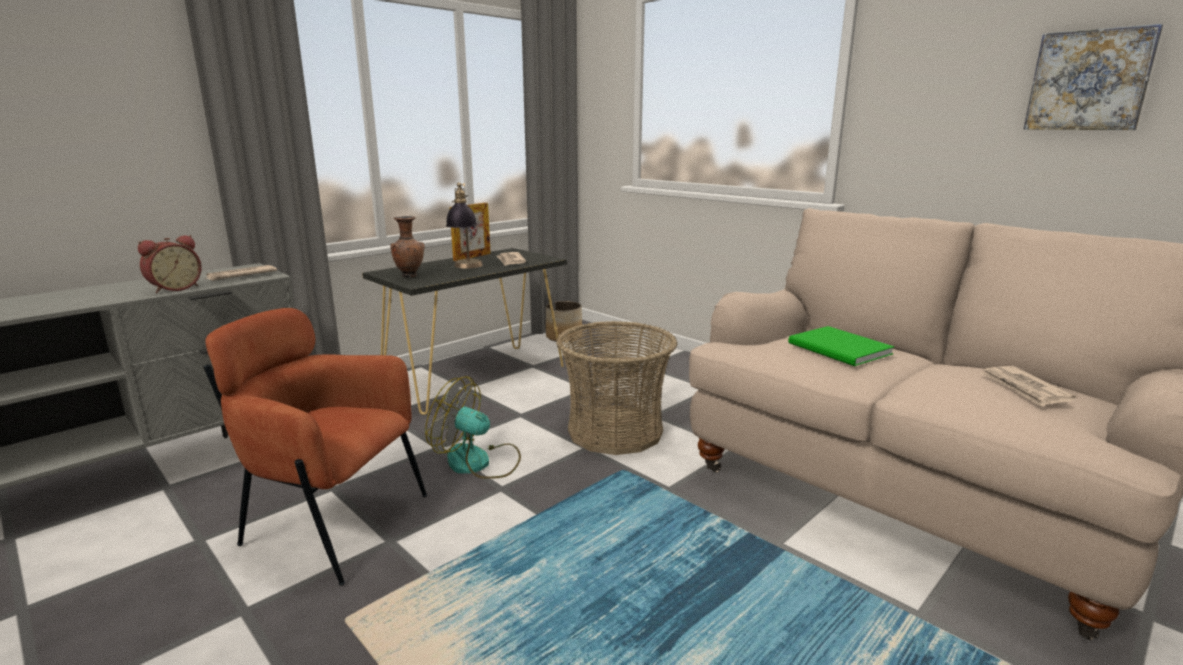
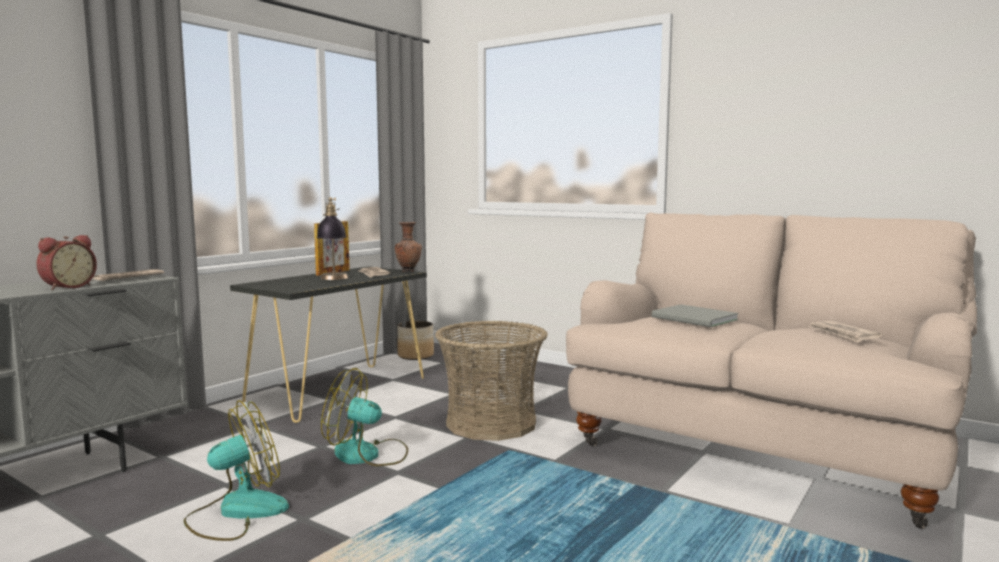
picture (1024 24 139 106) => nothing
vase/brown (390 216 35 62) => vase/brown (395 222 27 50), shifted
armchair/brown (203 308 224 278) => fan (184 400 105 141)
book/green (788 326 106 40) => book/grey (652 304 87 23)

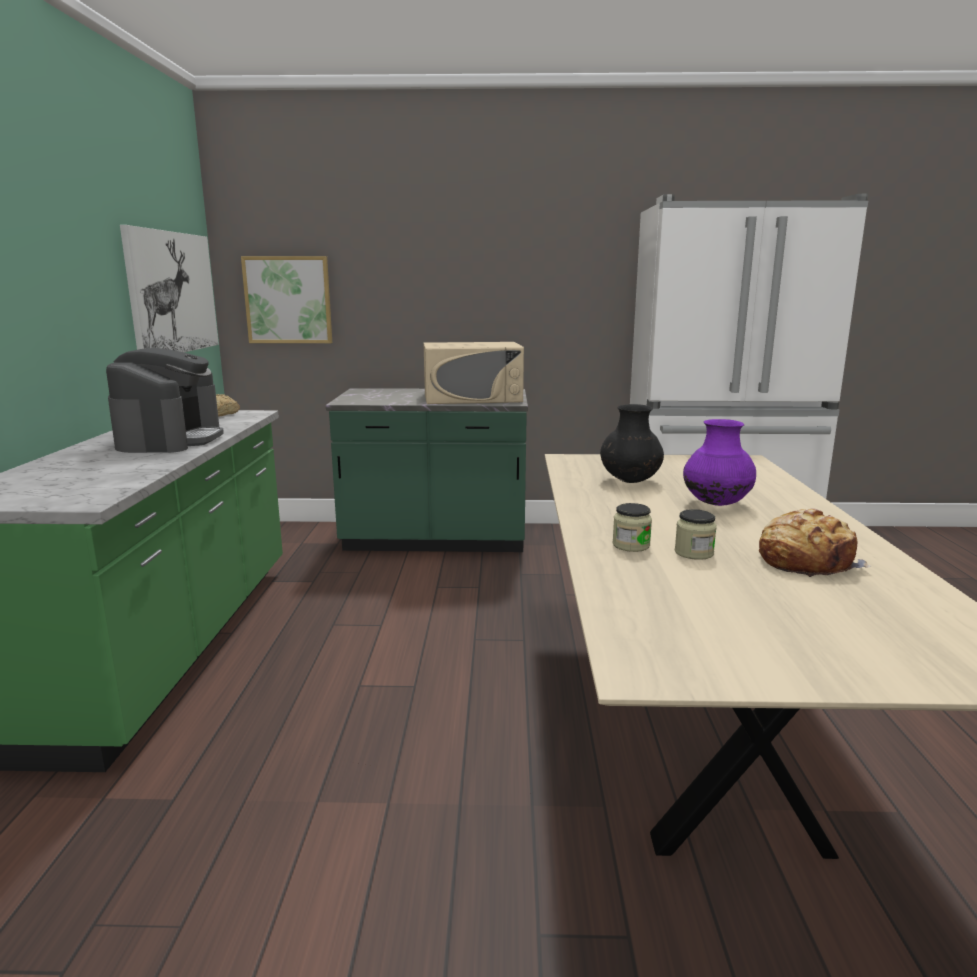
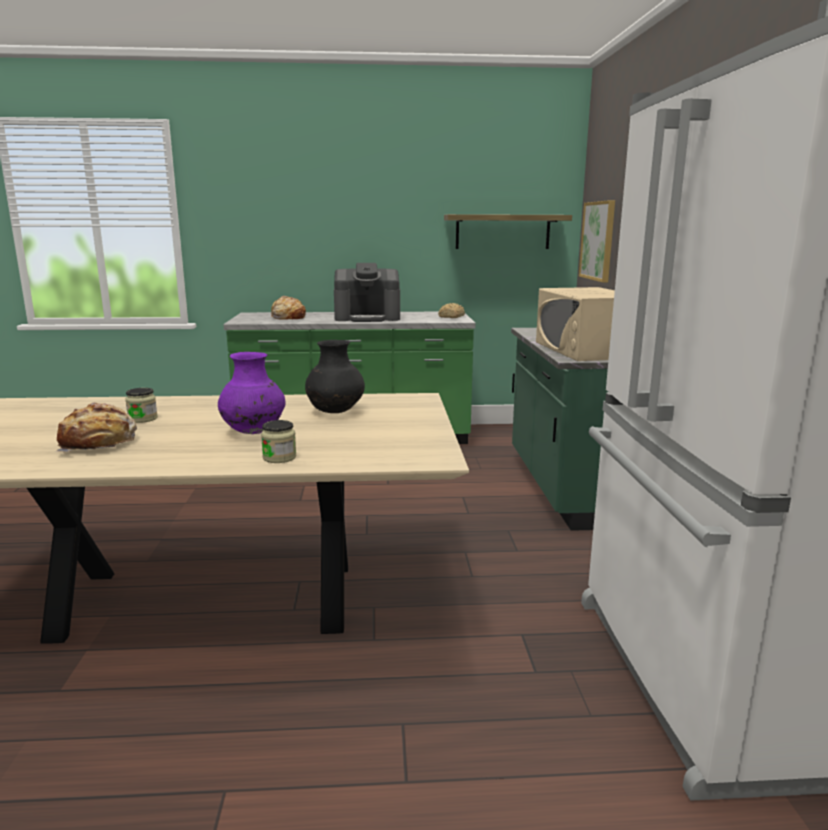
picture (120 225 99 127) => shelf (444 214 128 35)
jar (613 503 39 49) => jar (261 420 36 43), shifted
nothing => bread (271 296 35 24)

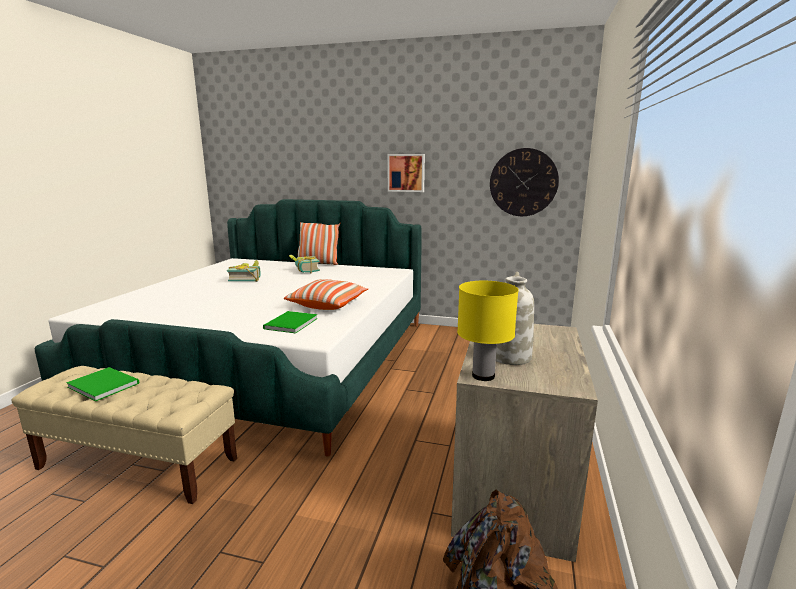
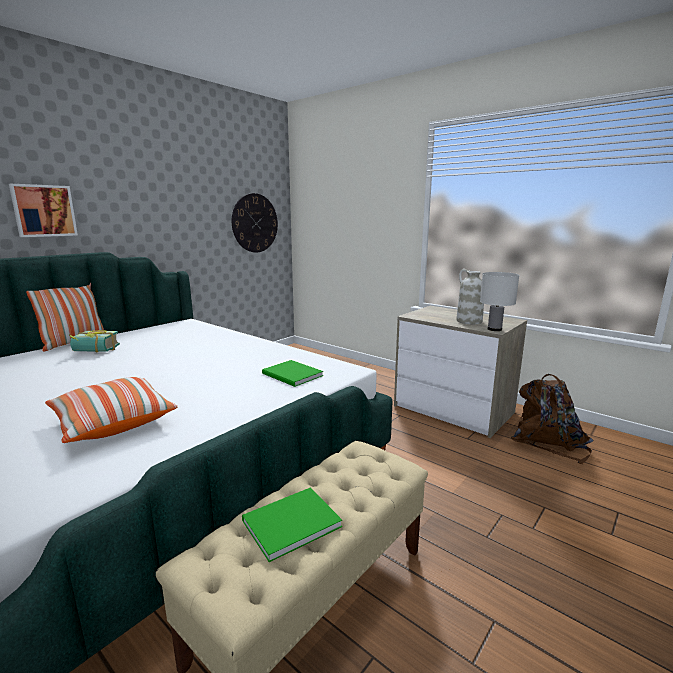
picture (387 154 38 38) => picture (9 184 69 53), shifted
book (227 260 34 22) => nothing
pillow (284 279 84 31) => pillow (45 377 132 66), shifted
table lamp/yellow (457 281 62 100) => table lamp/white (480 272 39 59)

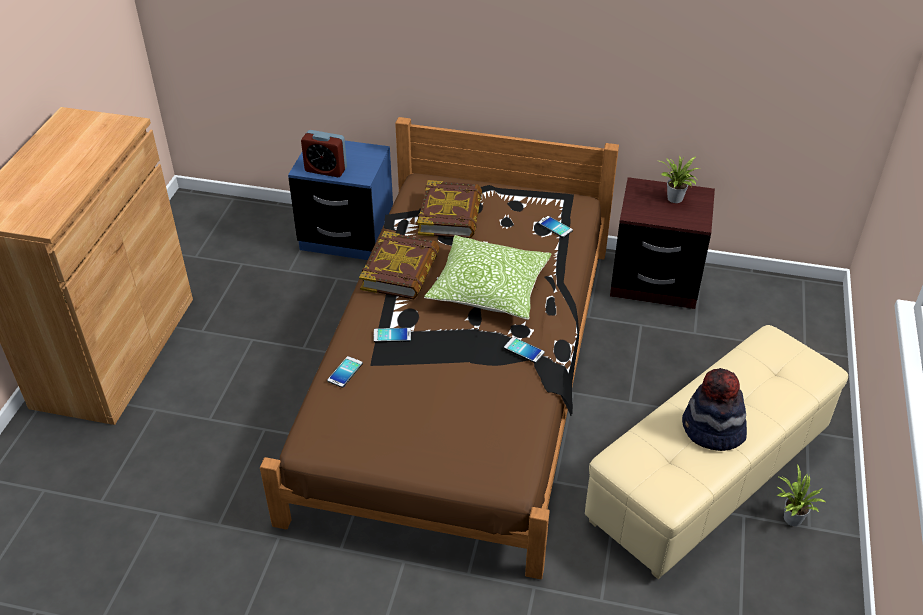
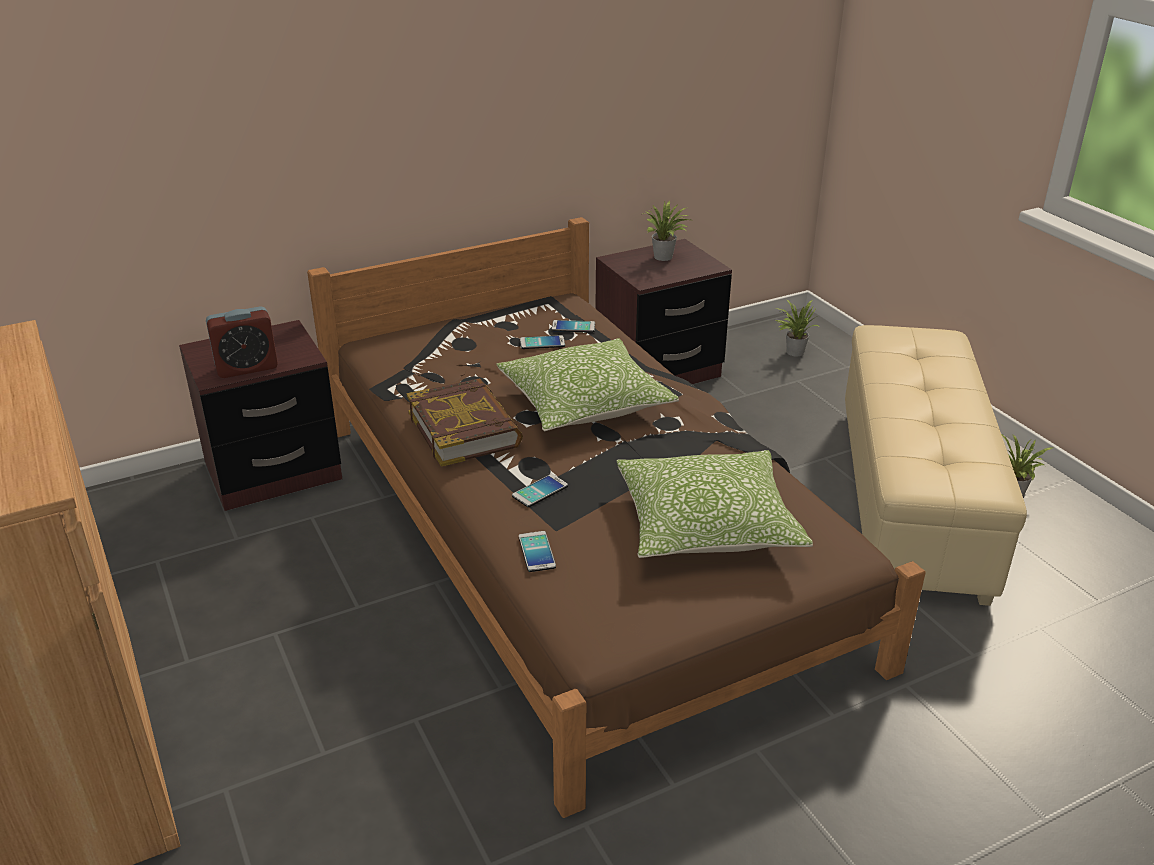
nightstand/blue (288 141 105 119) => nightstand/brown (179 320 163 191)
book (417 180 65 58) => nothing
phone (504 337 41 26) => phone (520 335 45 14), shifted
hat (682 368 65 83) => nothing
nothing => potted plant (775 300 43 56)
nothing => pillow (616 450 197 108)

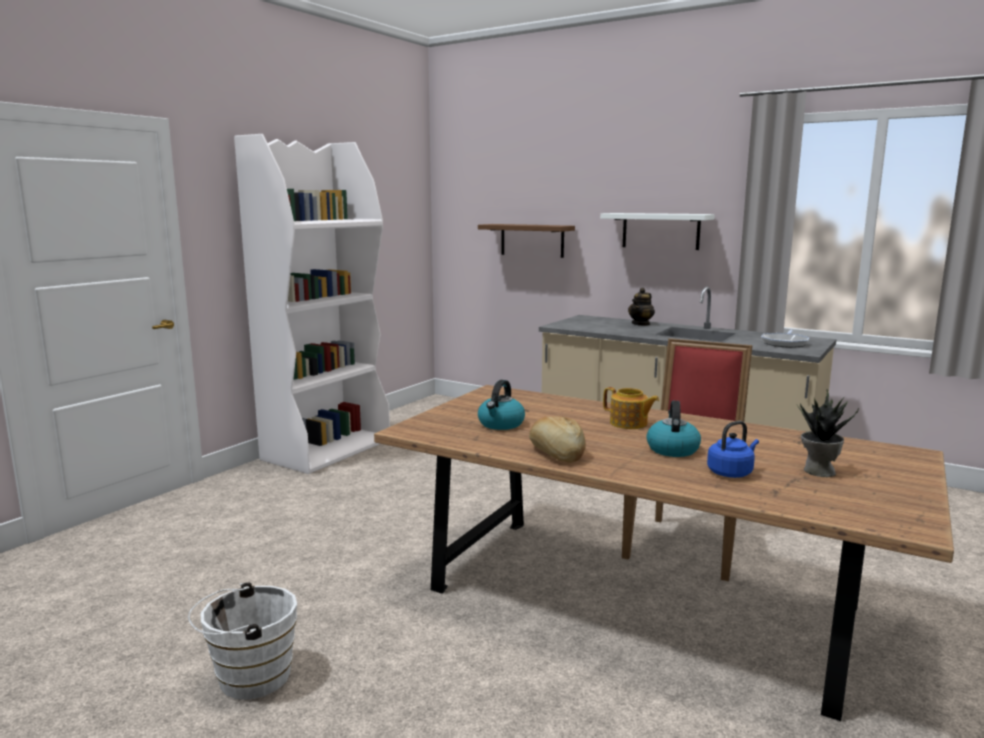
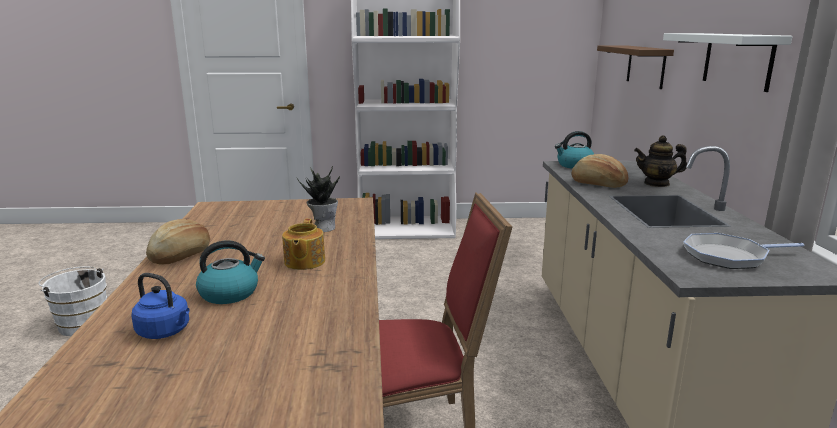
kettle (478 380 47 50) => kettle (555 131 39 38), shifted
potted plant (797 389 62 88) => potted plant (297 166 43 66), shifted
nothing => bread (571 154 57 34)

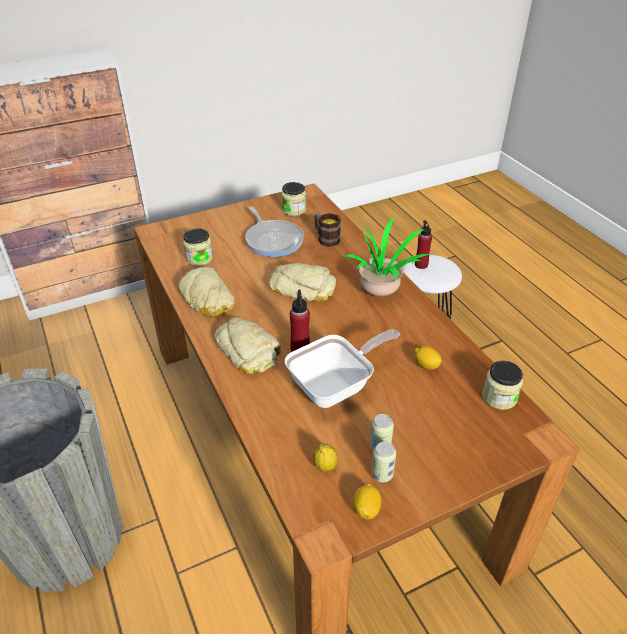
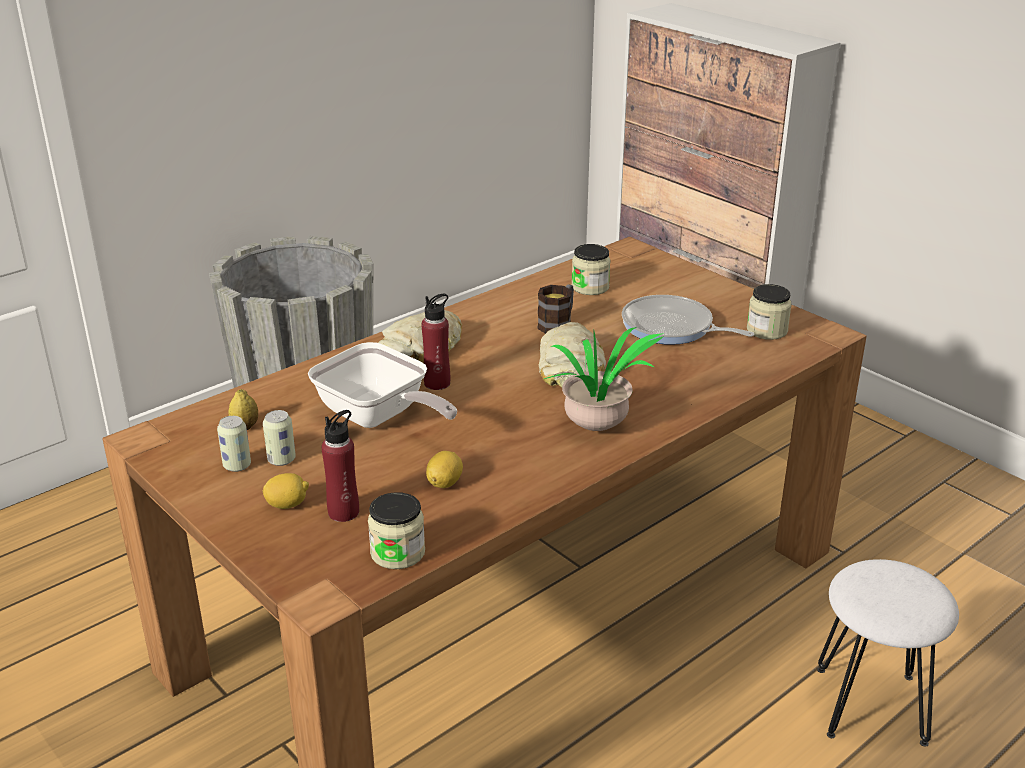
frying pan (245 206 59 51) => frying pan (622 295 132 50), 75 degrees clockwise
mug (315 213 26 34) => mug (537 285 37 49), shifted
bottle/red (415 220 17 49) => bottle/red (321 410 38 112), shifted
bread (178 267 56 50) => nothing
lemon (354 483 27 36) => lemon (263 473 46 36), shifted

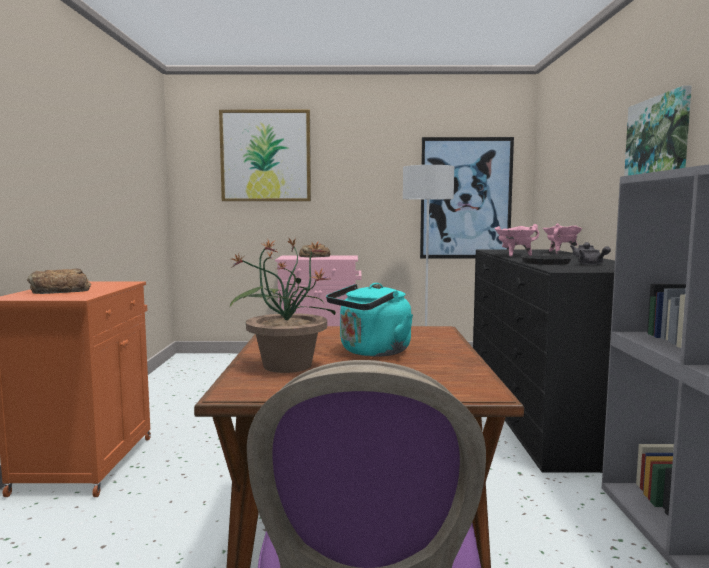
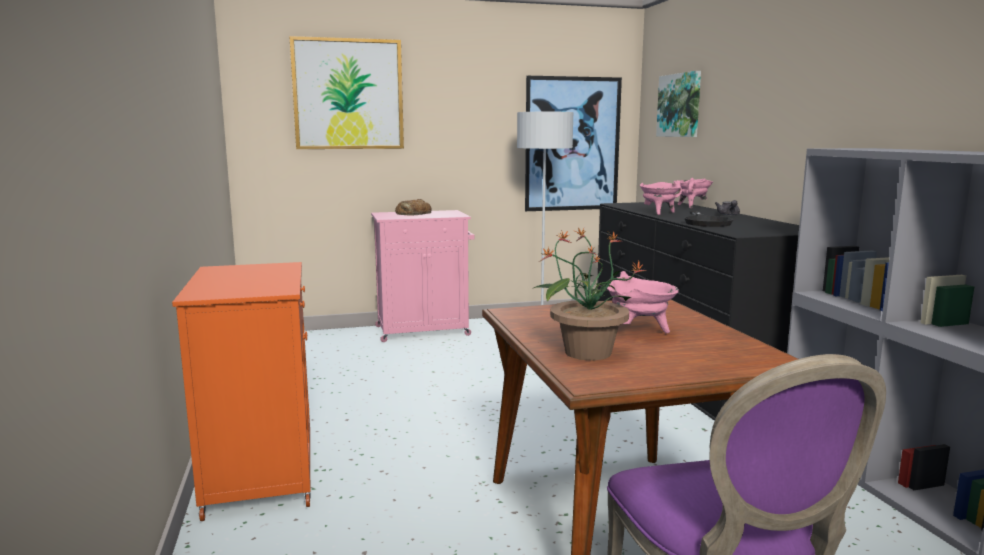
picture (624 85 68 91) => picture (656 71 45 66), shifted
teapot/grey (578 246 33 19) => nothing
bread (27 269 64 25) => nothing
kettle/turquoise (326 283 87 74) => cooking pot/pink (607 271 72 62)

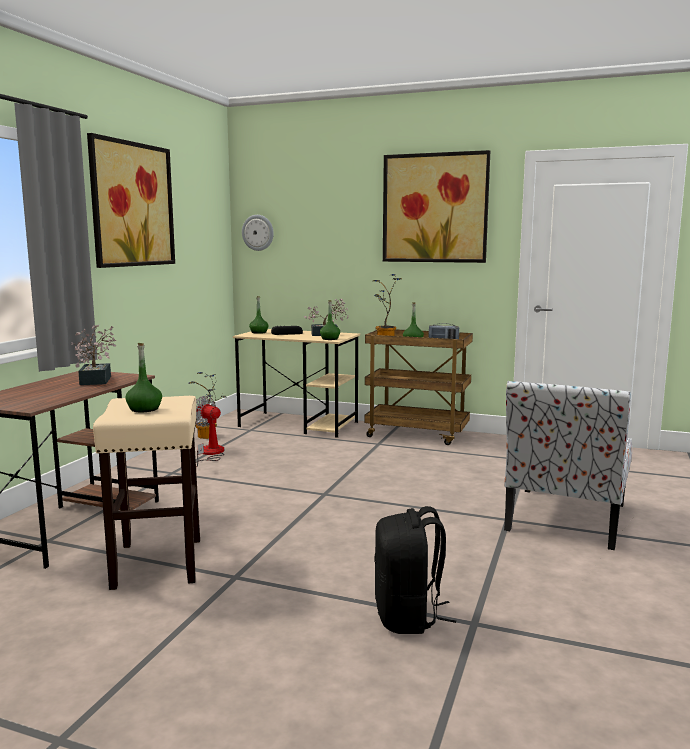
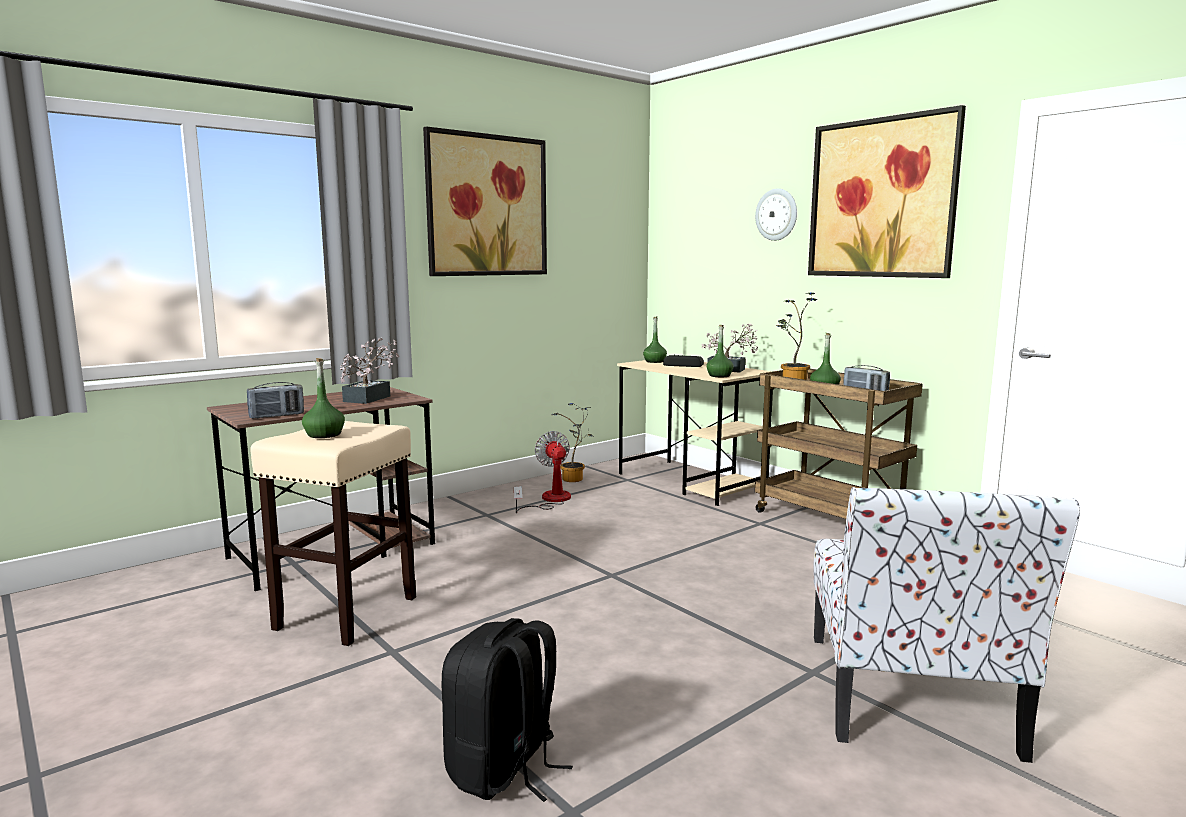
wall clock (242 215 32 36) => wall clock (755 188 42 53), shifted
chair (504 381 128 169) => chair (814 487 266 276), 45 degrees counterclockwise
nothing => radio (247 382 57 37)

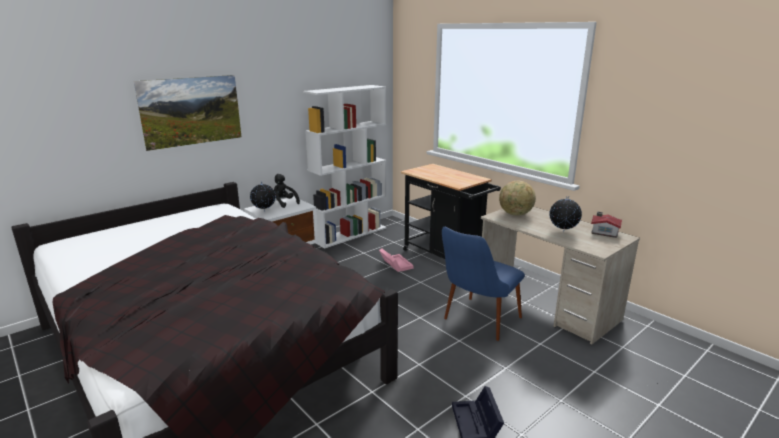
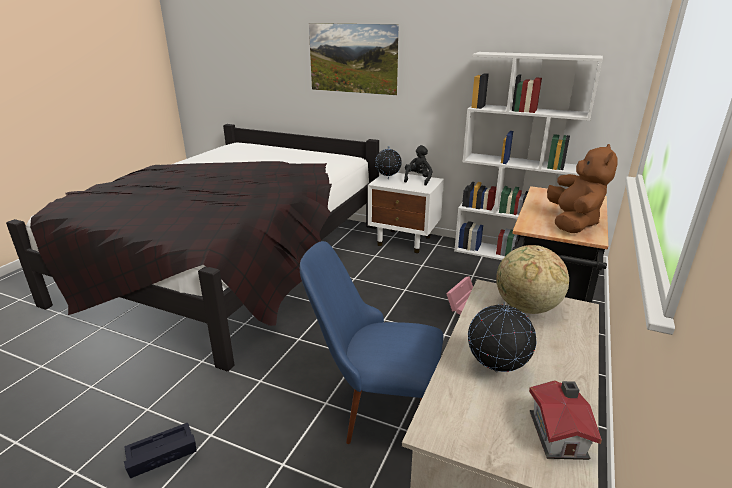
nothing => plush toy/brown (547 144 70 89)

